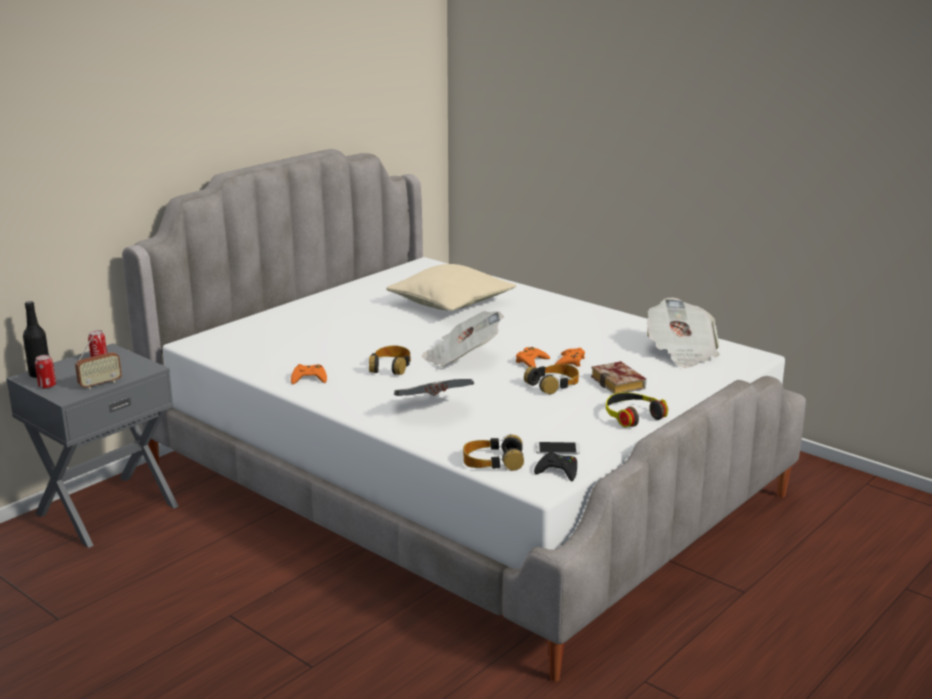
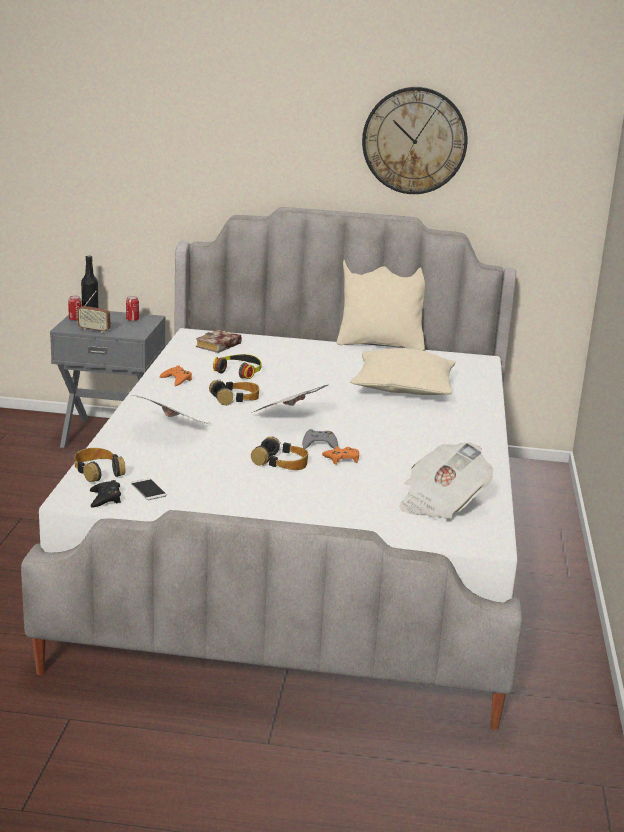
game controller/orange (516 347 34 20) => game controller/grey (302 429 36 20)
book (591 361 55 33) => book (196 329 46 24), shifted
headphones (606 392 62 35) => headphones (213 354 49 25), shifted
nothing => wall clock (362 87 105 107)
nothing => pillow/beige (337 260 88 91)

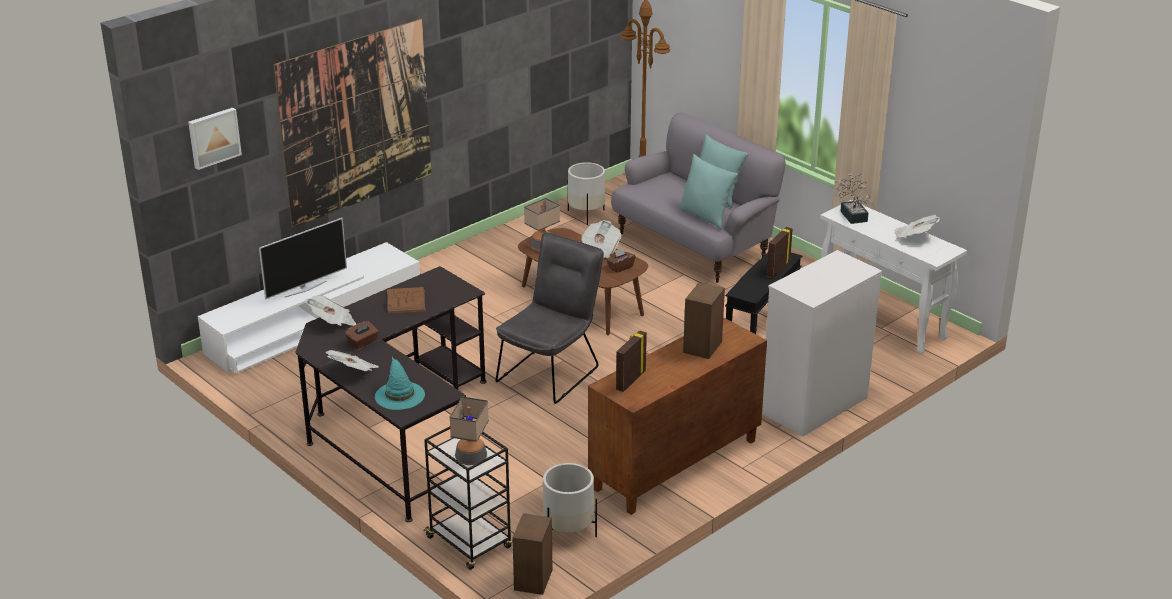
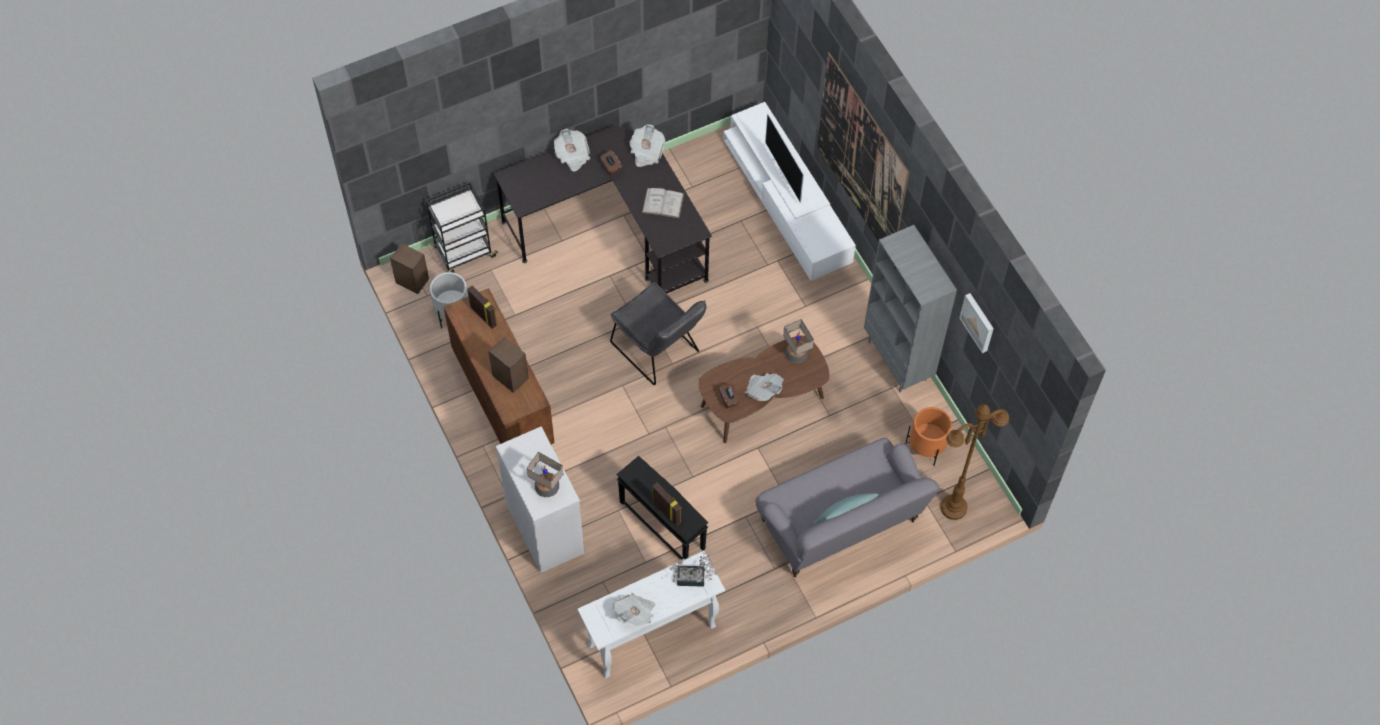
picture (188 108 54 62) => picture (959 293 35 60), shifted
pillow/turquoise (680 154 58 76) => nothing
planter/white (568 162 37 63) => planter/orange (906 407 46 59)
book/brown (388 287 37 27) => book/white (642 188 42 30)
hat/turquoise (375 357 50 53) => nothing
table lamp (449 396 40 69) => table lamp (526 452 38 45), shifted
nothing => bookcase/grey (864 225 93 167)

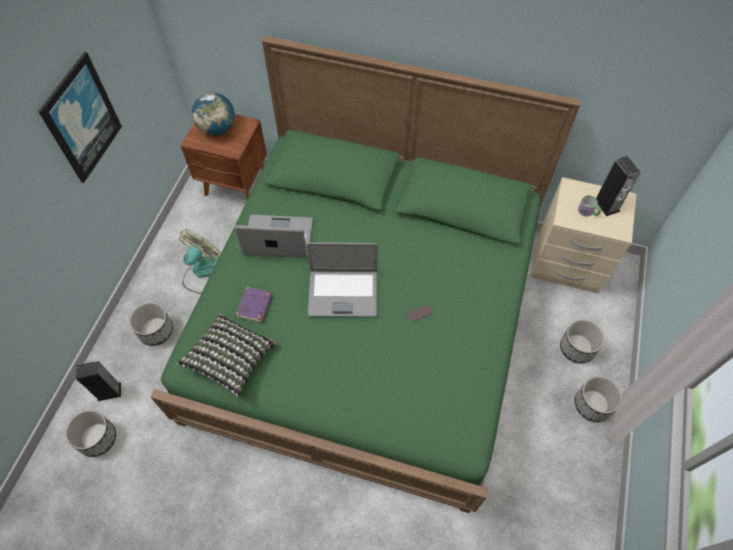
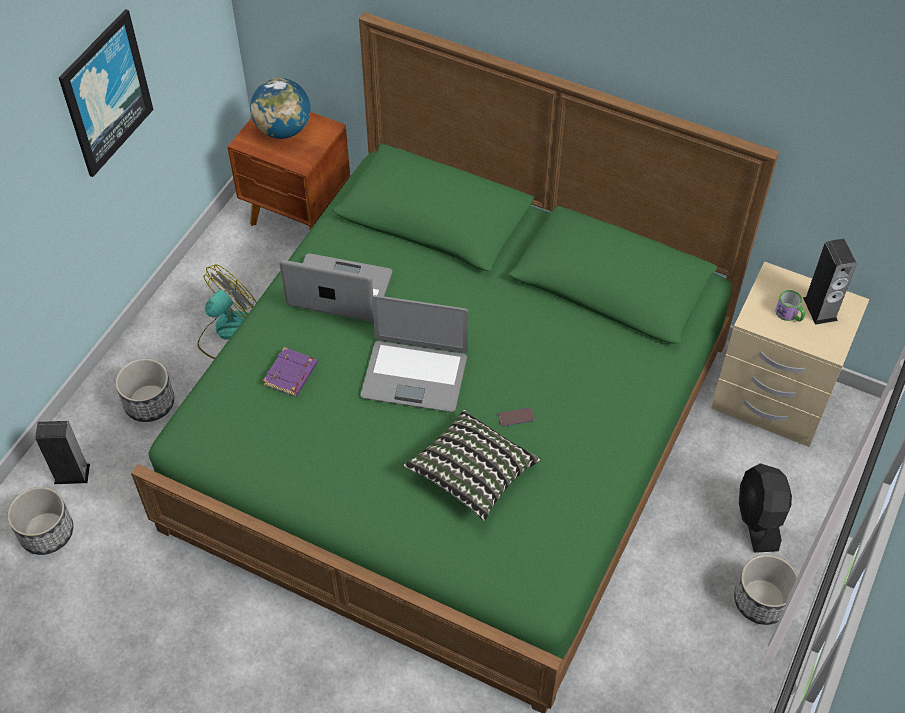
pillow (177 313 101 84) => pillow (404 410 137 111), shifted
planter (560 319 45 45) => fan/black (739 463 53 90)

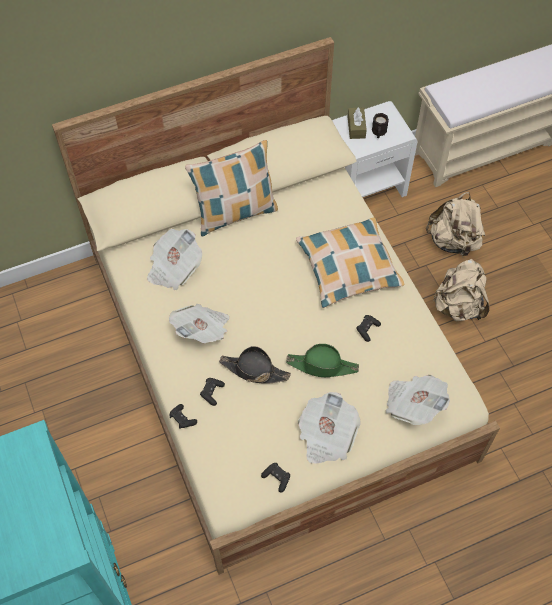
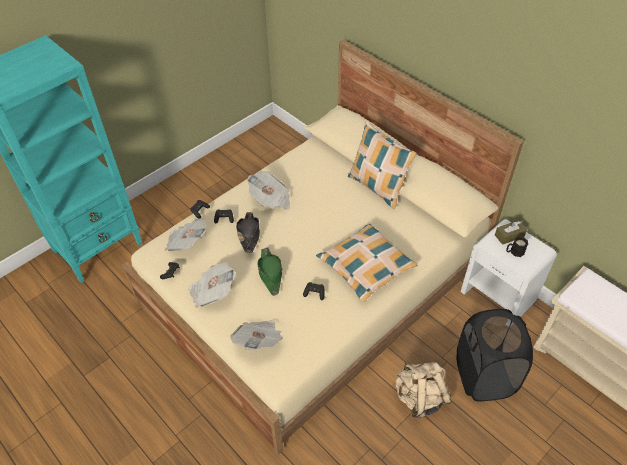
backpack/beige (426 192 59 66) => laundry basket/black (457 309 76 93)
newspaper (147 229 55 61) => newspaper (165 219 41 32), shifted

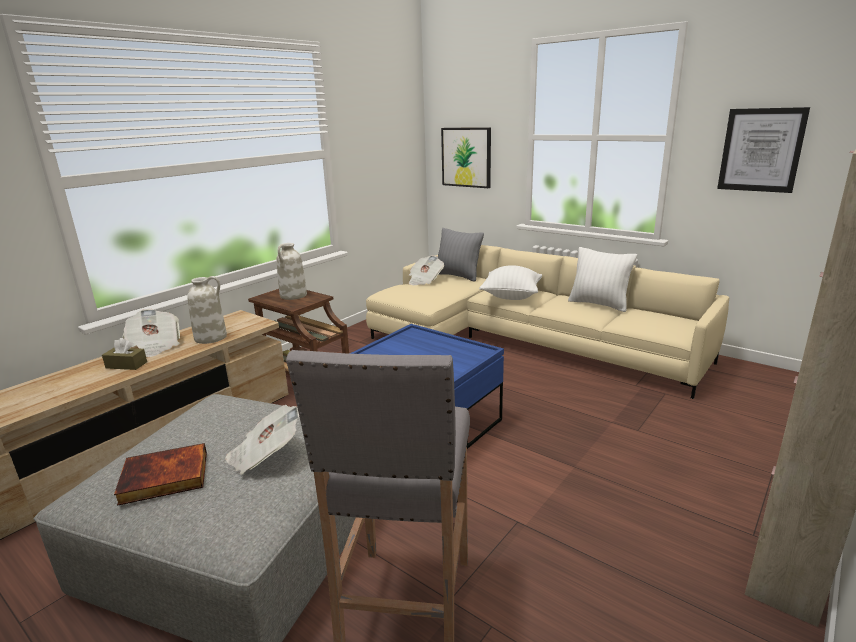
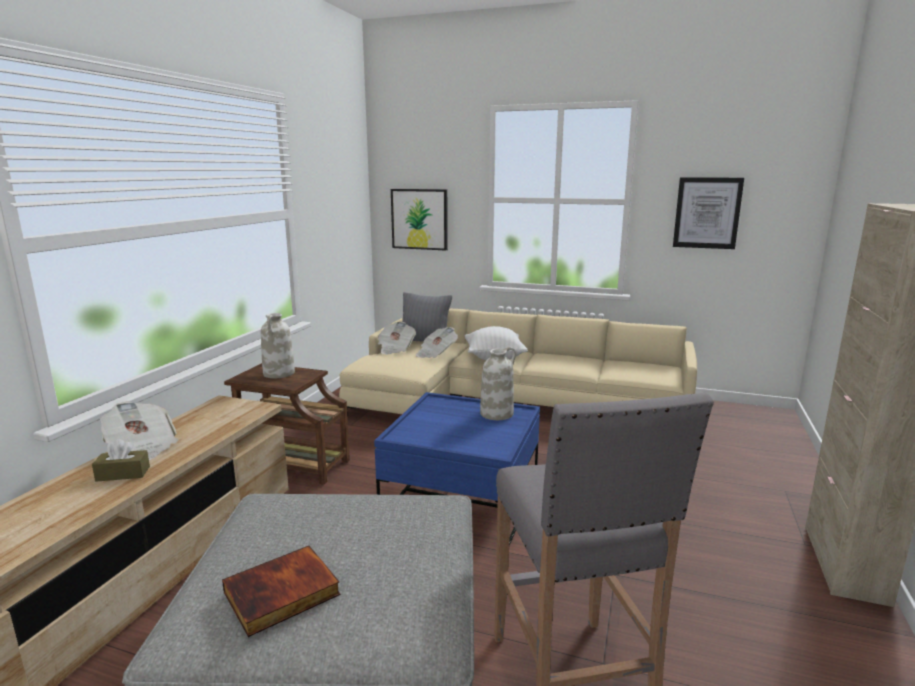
pillow/white (568 247 69 65) => nothing
vase/white (188 276 39 68) => vase/white (480 347 36 73), shifted
newspaper (225 405 74 70) => newspaper (416 327 42 31), shifted

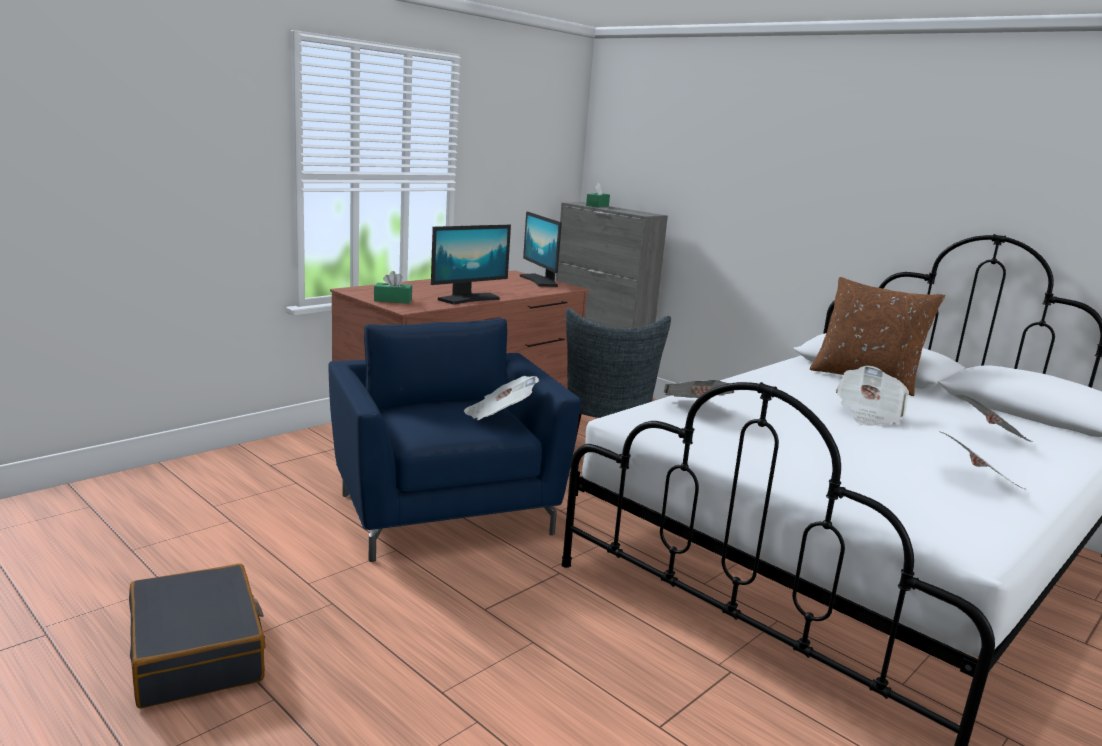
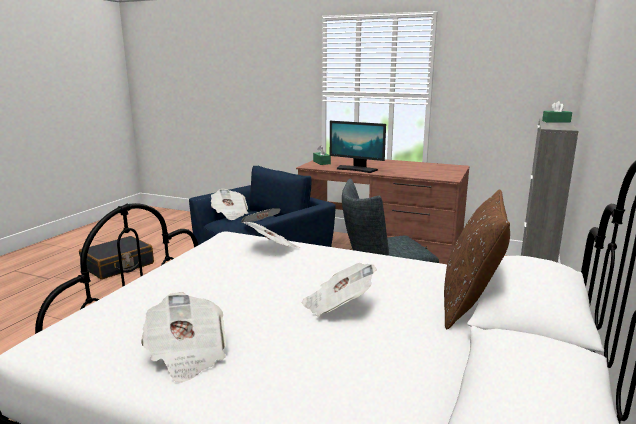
monitor (519 211 42 76) => nothing
newspaper (957 395 76 47) => newspaper (211 189 38 31), shifted

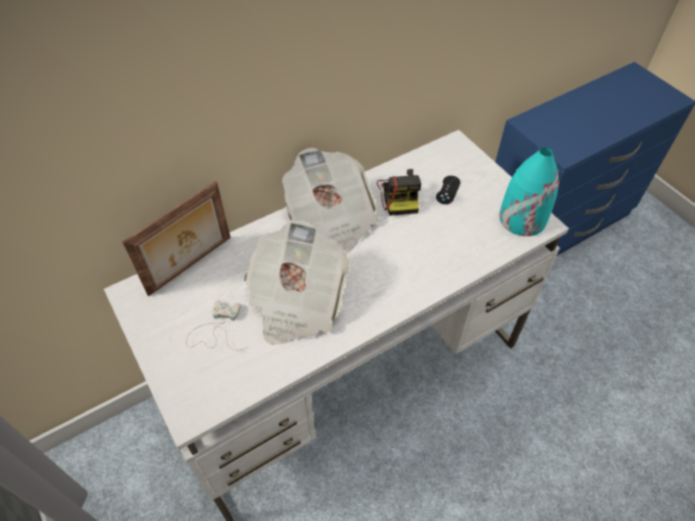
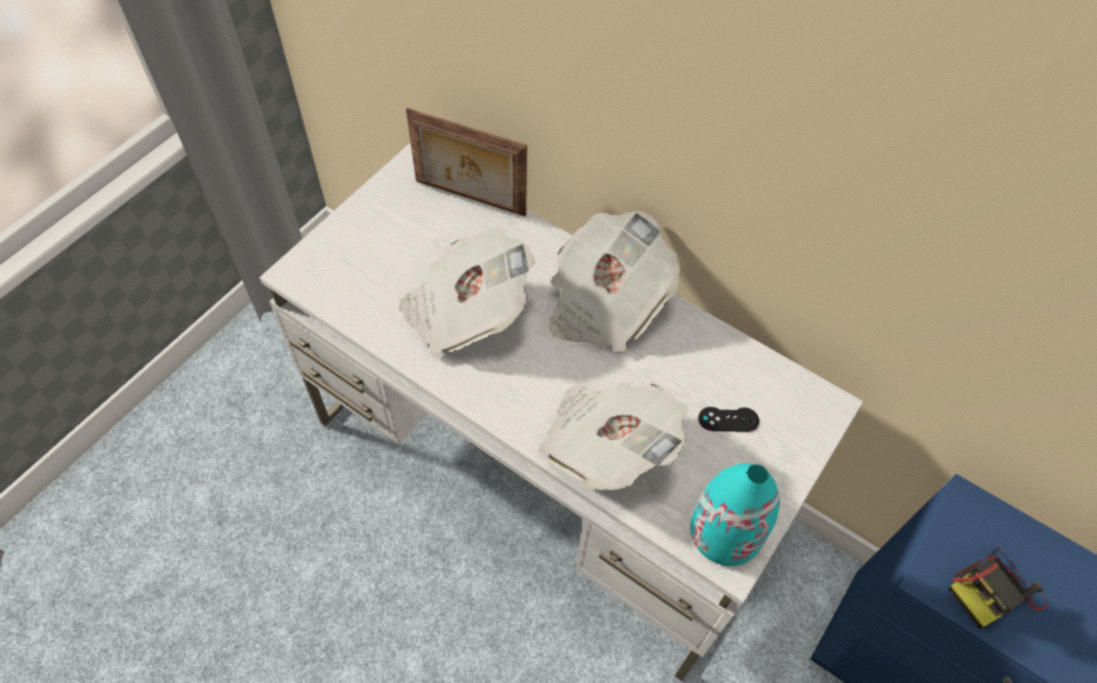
photo camera (377 169 44 47) => photo camera (948 547 100 82), shifted
game controller/white (186 301 61 49) => nothing
nothing => newspaper (538 383 151 107)

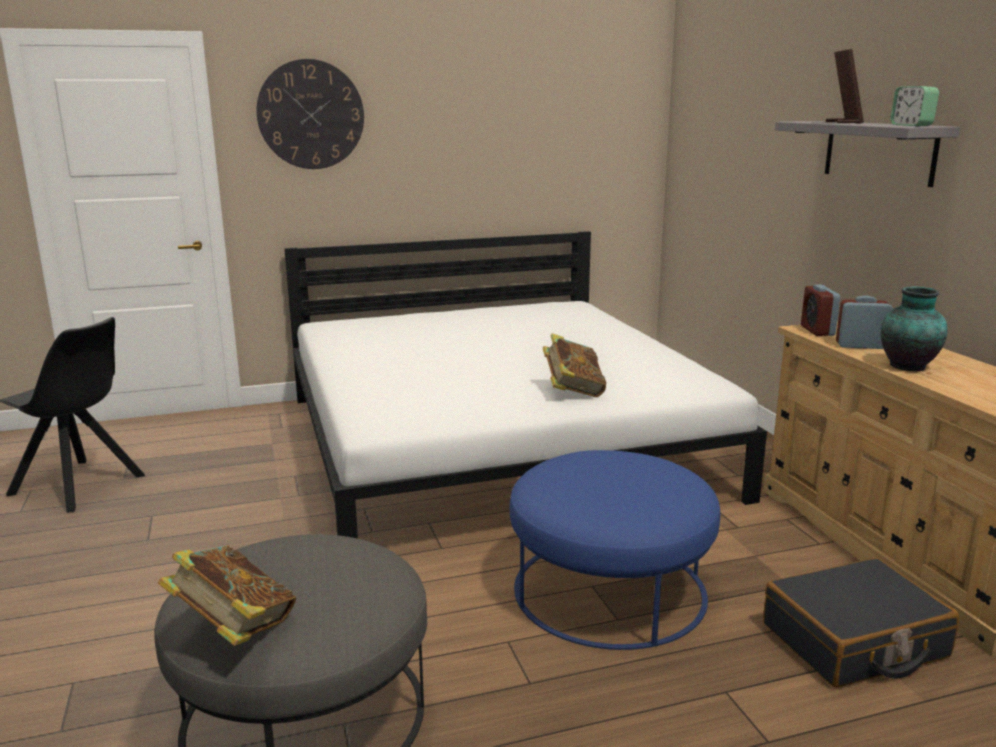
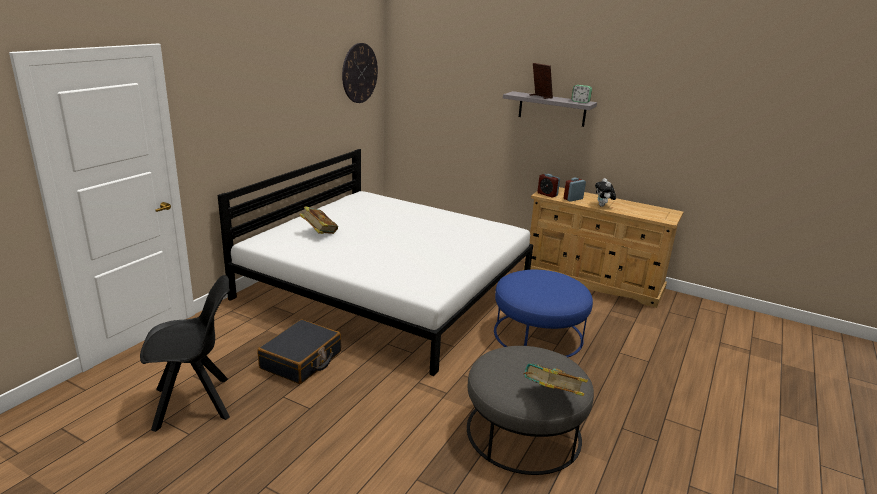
wall clock (256 59 108 110) => wall clock (342 43 36 60), shifted
vase (881 286 67 85) => plush toy (595 178 21 29)
book (543 333 63 64) => book (299 207 39 27), shifted
suitcase/black (763 558 196 129) => suitcase/black (257 319 84 65), shifted

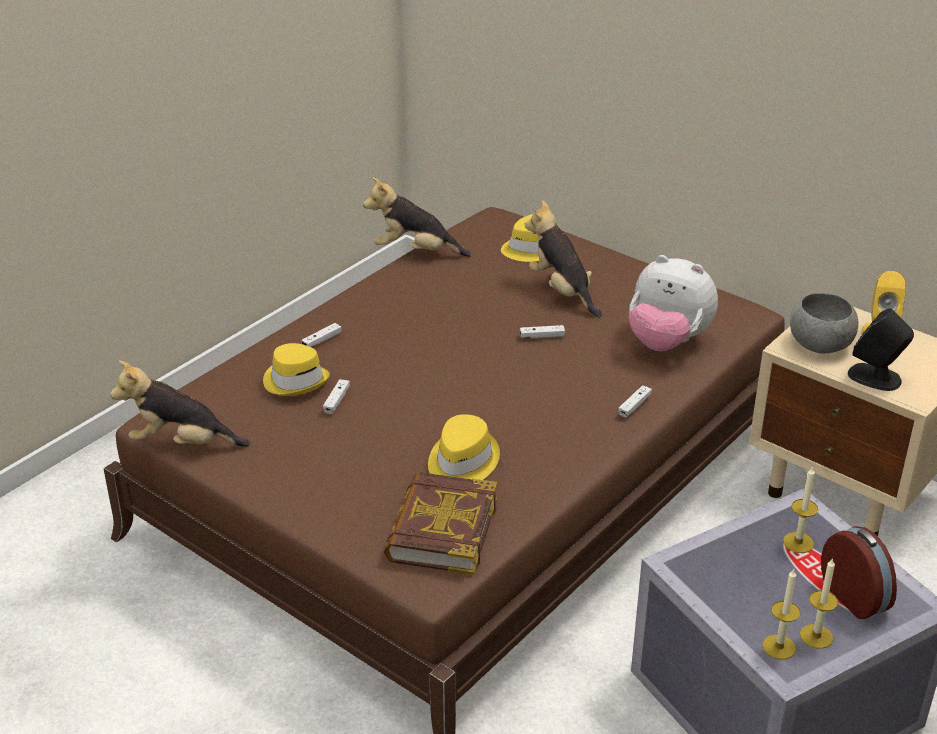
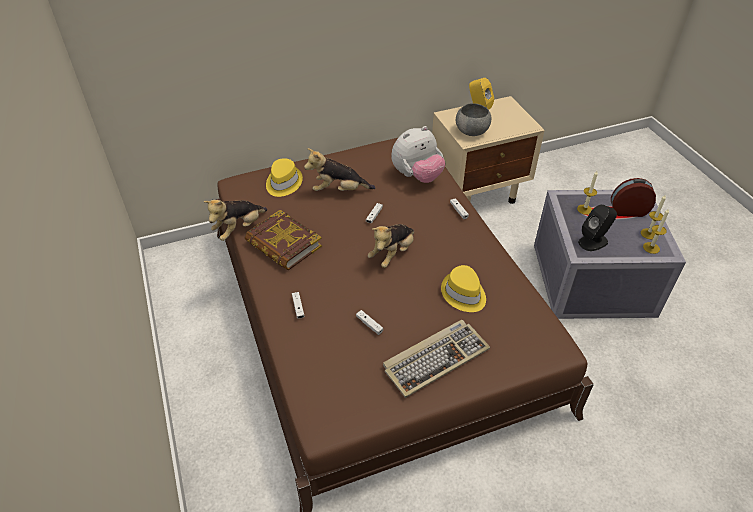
speaker/black (848 308 66 83) => speaker/black (578 204 39 47), shifted
hat/yellow (263 343 67 53) => nothing
plush toy (110 361 140 86) => plush toy (368 224 46 44), shifted
book (384 472 113 103) => book (245 210 77 60), shifted
nothing => keyboard (383 320 107 78)

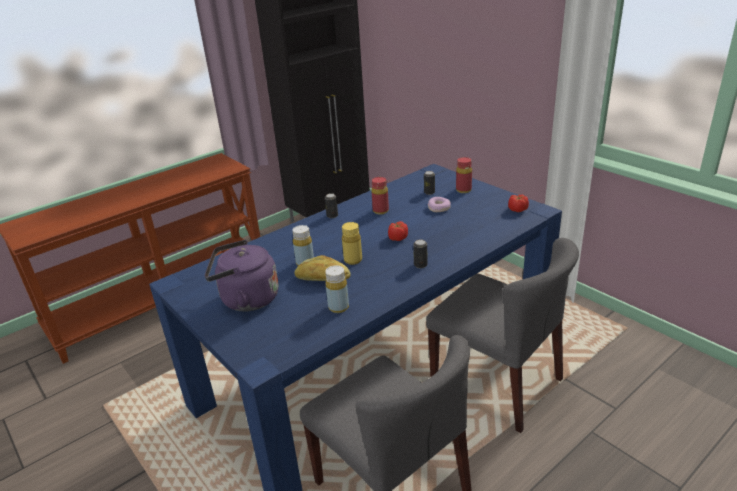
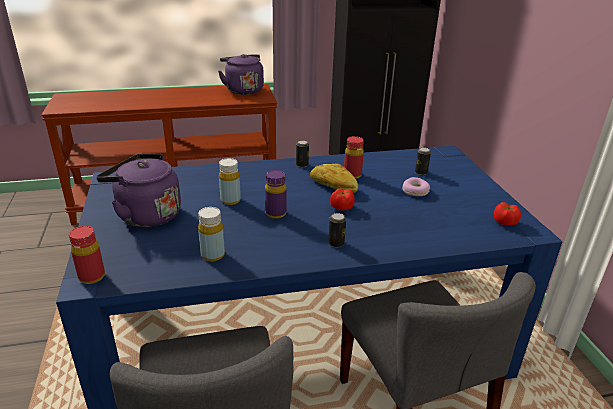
bottle/red (456 157 16 36) => bottle/red (69 226 36 58), shifted
bottle/yellow (342 222 20 43) => bottle/purple (265 170 21 49)
bread (294 255 57 26) => bread (310 163 48 30), shifted
nothing => kettle/purple (218 54 46 41)

